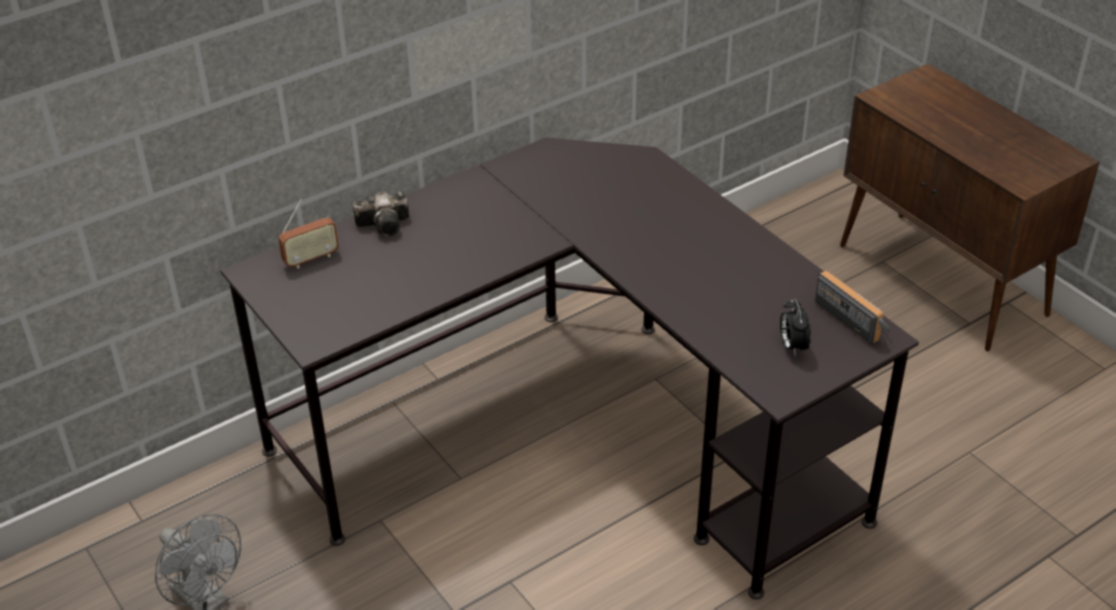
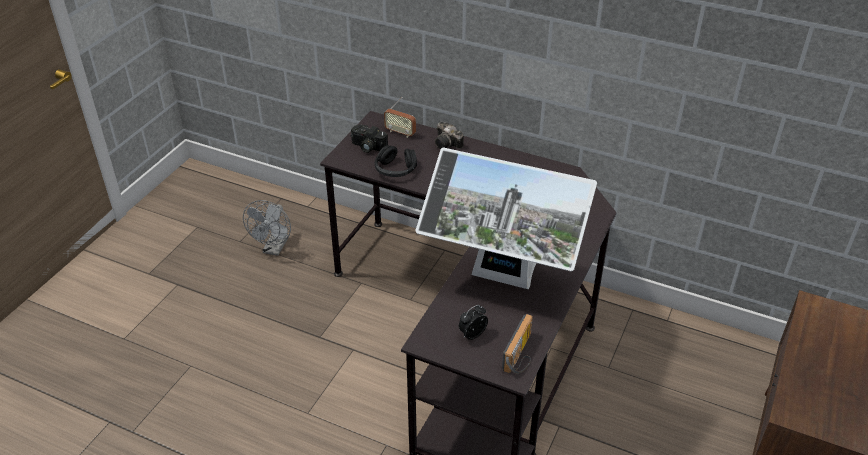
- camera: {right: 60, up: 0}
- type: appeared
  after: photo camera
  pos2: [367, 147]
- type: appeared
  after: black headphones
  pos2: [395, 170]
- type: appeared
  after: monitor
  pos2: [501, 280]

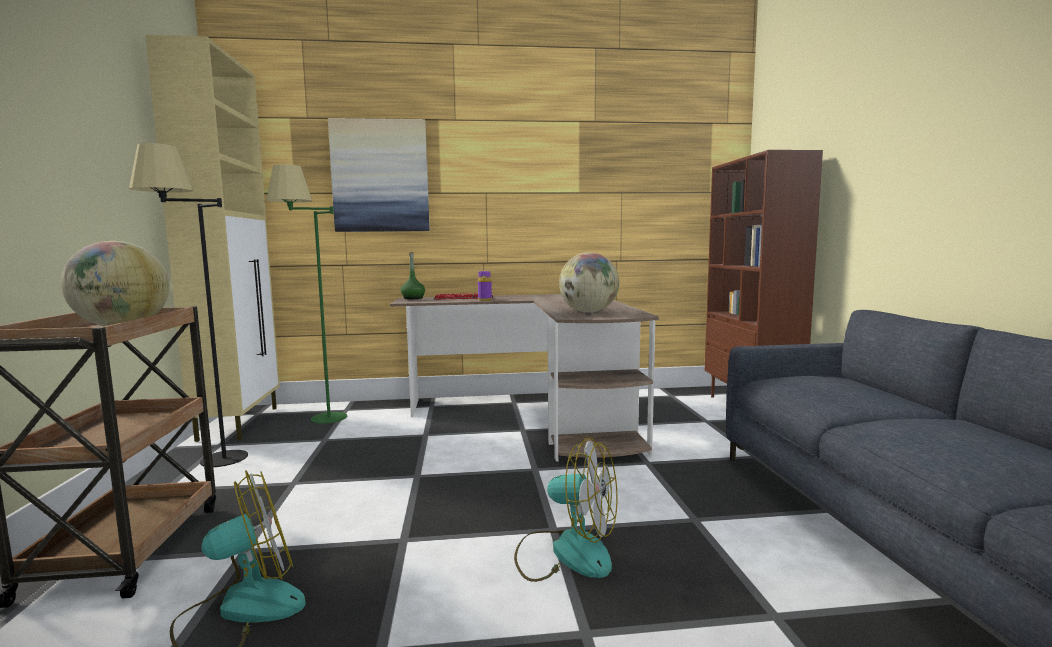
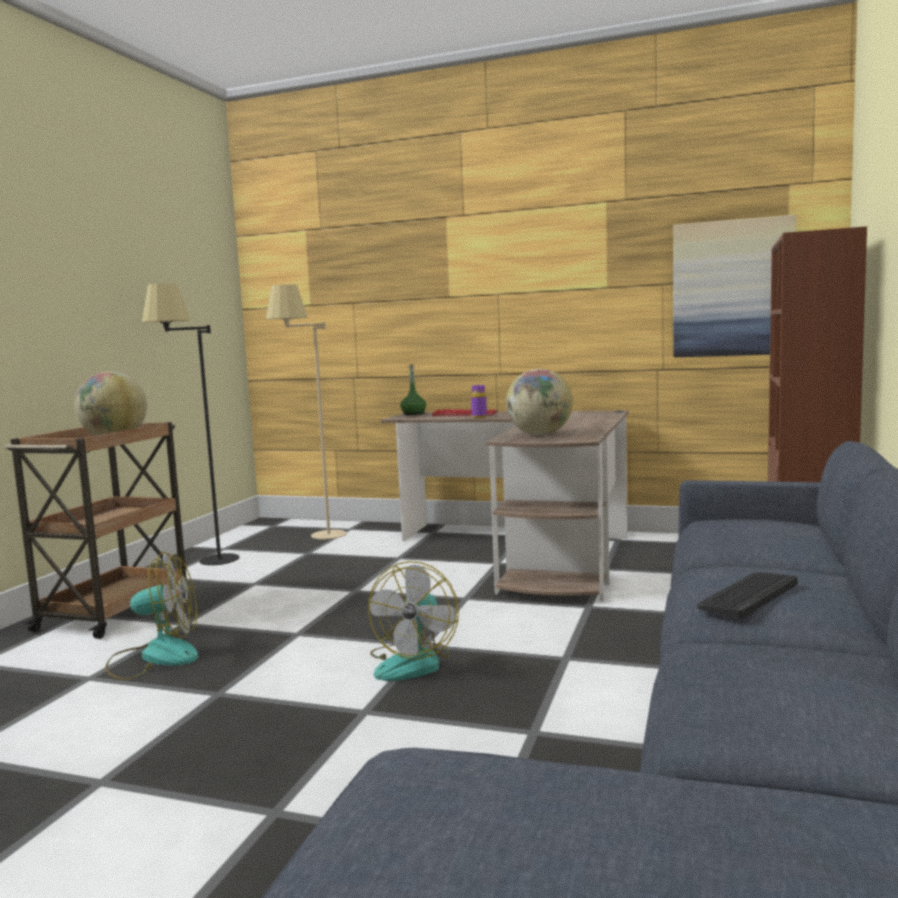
- camera: {right: 25, up: 0}
- type: colour
  before: green floor lamp
  after: beige floor lamp
  pos1: [318, 422]
  pos2: [315, 538]
- type: spun
  before: fan
  pos1: [566, 552]
  pos2: [414, 662]
  turn: 60
- type: relocated
  before: picture
  pos1: [380, 176]
  pos2: [732, 288]
- type: appeared
  after: keyboard
  pos2: [747, 595]
- type: missing
  before: beige cabinet
  pos1: [240, 423]

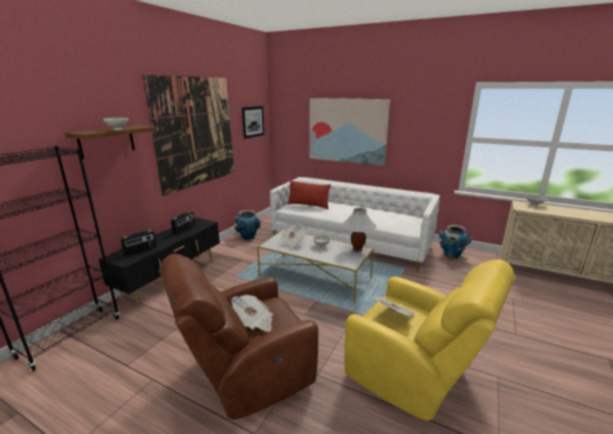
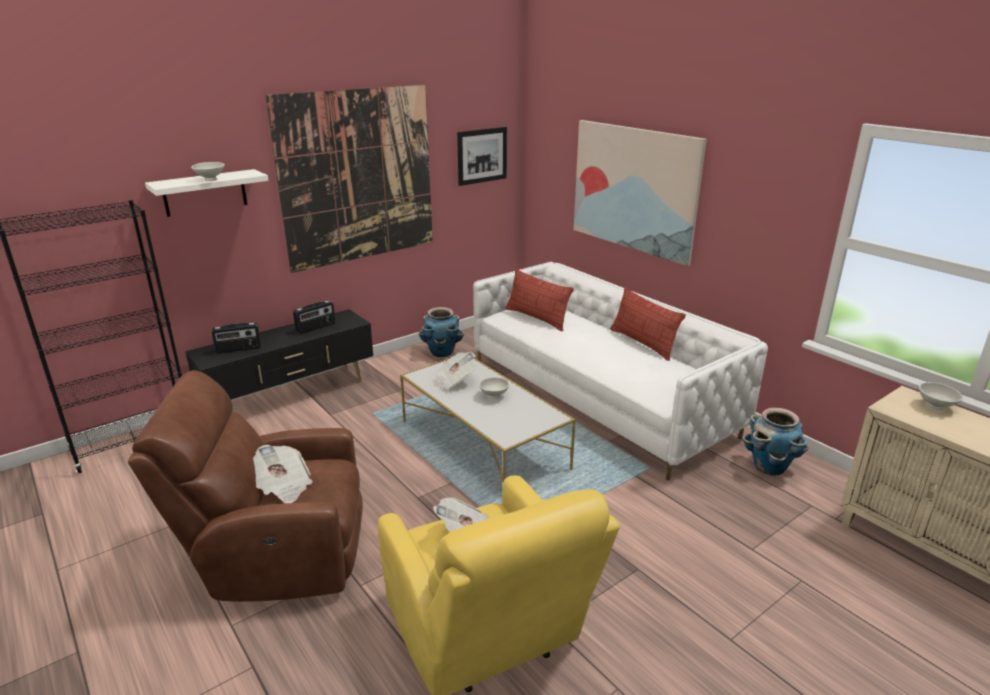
- camera: {right: 25, up: 5}
- type: colour
  before: brown shelf
  after: white shelf
  pos1: [107, 141]
  pos2: [205, 193]
- type: appeared
  after: pillow
  pos2: [643, 343]
- type: missing
  before: white table lamp
  pos1: [357, 250]

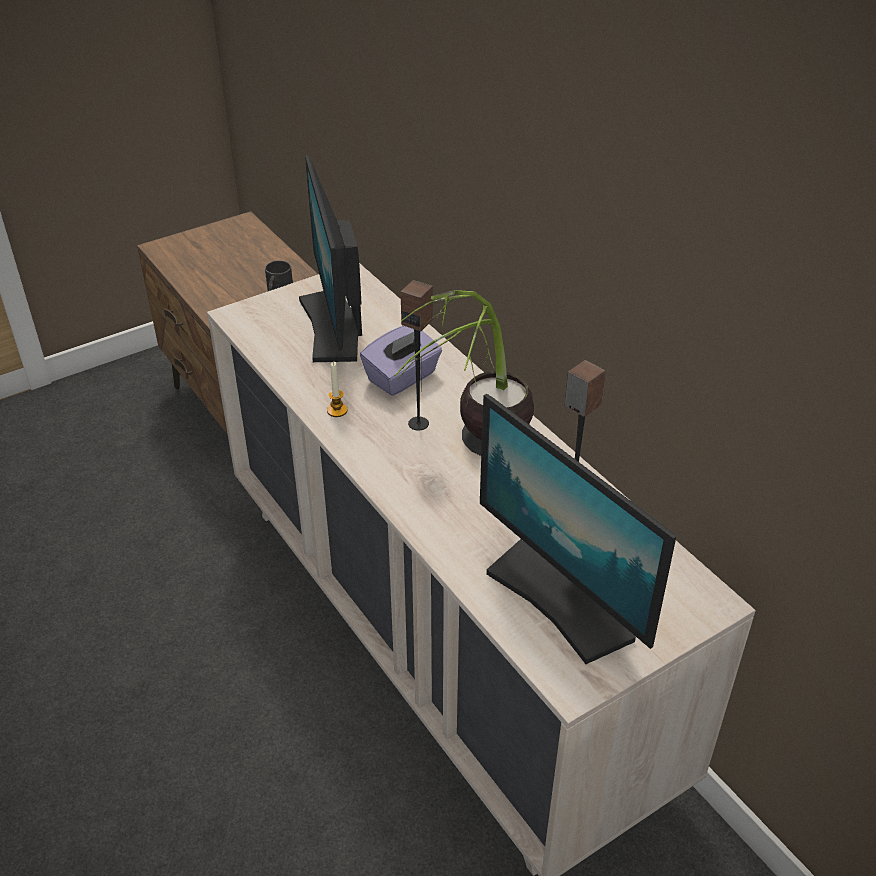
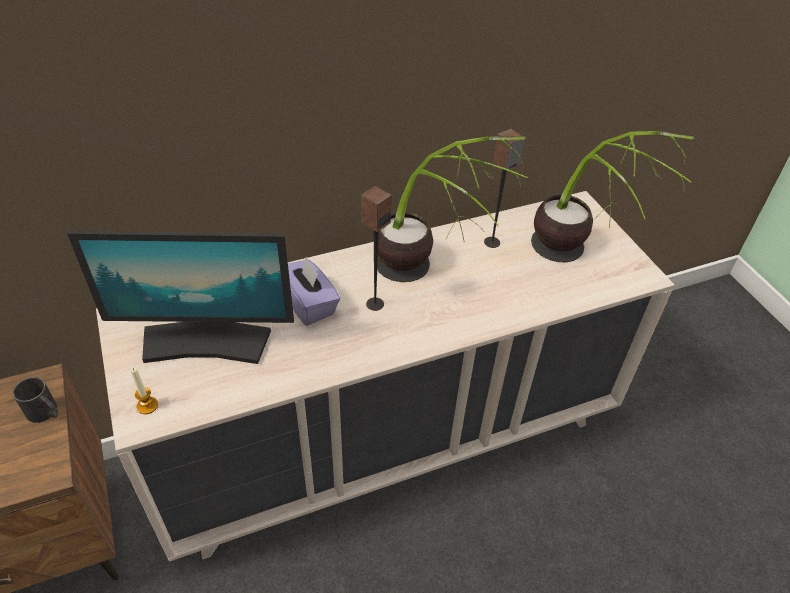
- camera: {right: -80, up: 5}
- type: relocated
  before: candle
  pos1: [337, 410]
  pos2: [147, 406]
- type: exchanged
  before: monitor
  after: potted plant
  pos1: [561, 599]
  pos2: [575, 265]

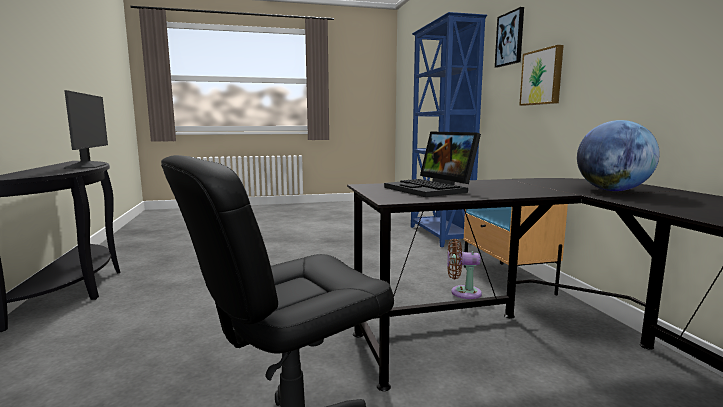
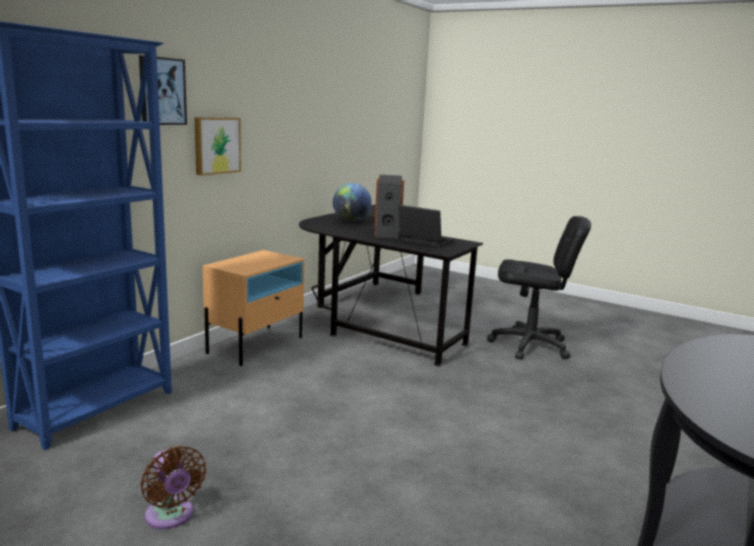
- camera: {right: -135, up: 5}
- type: relocated
  before: brown fan
  pos1: [462, 292]
  pos2: [171, 517]
- type: appeared
  after: speaker
  pos2: [387, 233]
- type: spun
  before: laptop
  pos1: [432, 189]
  pos2: [423, 241]
  turn: -75
- type: missing
  before: monitor
  pos1: [87, 166]

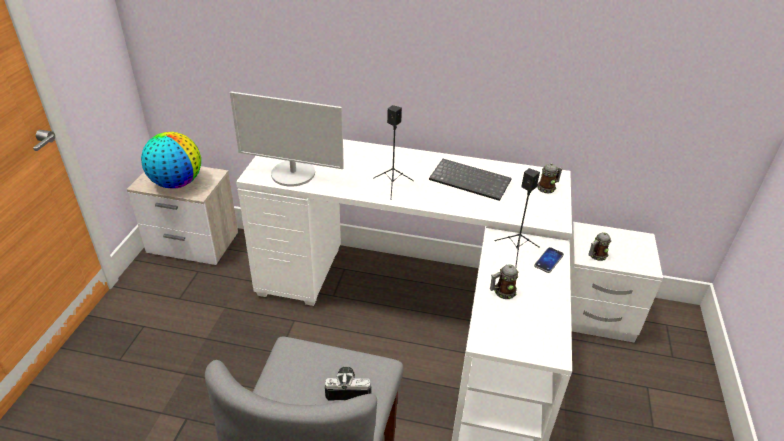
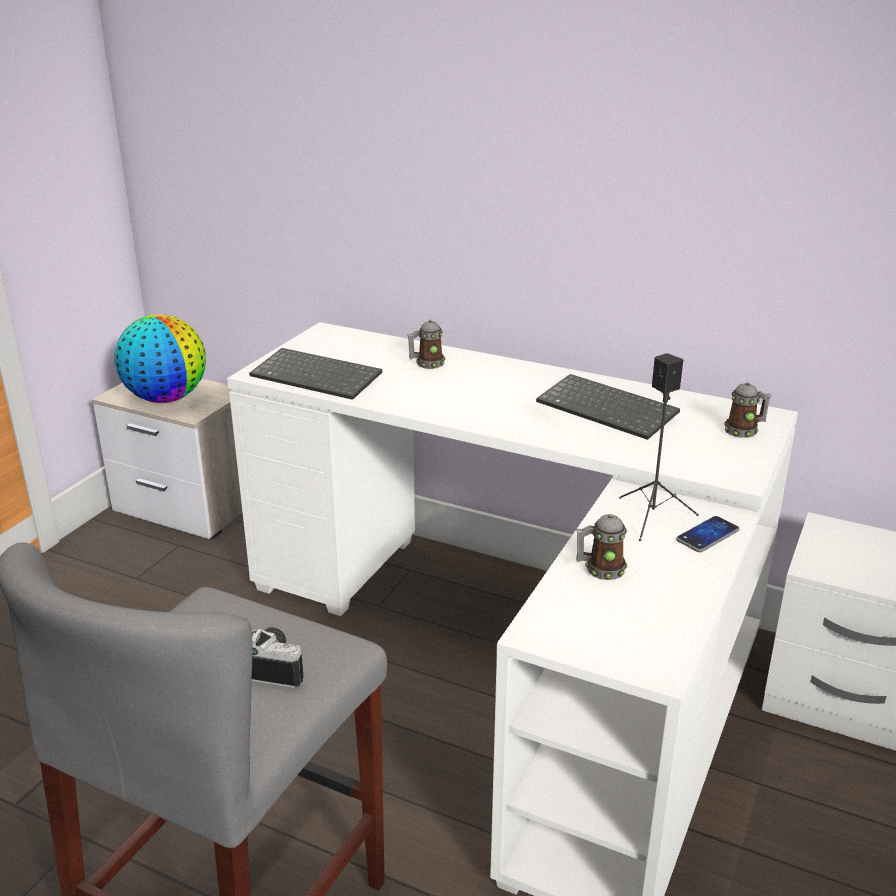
- camera: {right: 15, up: -10}
- type: exchanged
  before: monitor
  after: keyboard
  pos1: [293, 174]
  pos2: [318, 376]
- type: relocated
  before: mug
  pos1: [596, 256]
  pos2: [426, 364]
- type: missing
  before: black speaker
  pos1: [393, 185]

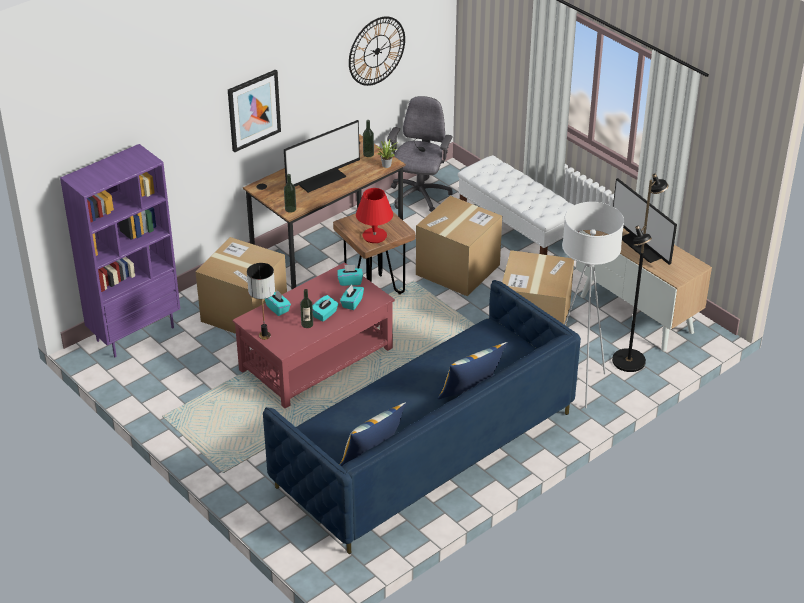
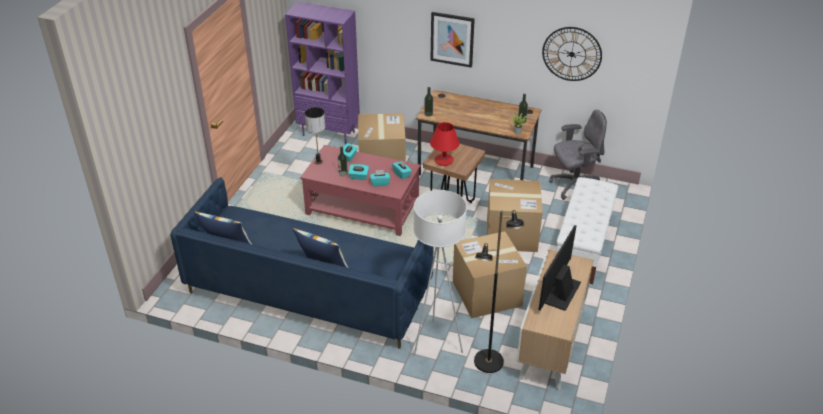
- camera: {right: 60, up: 0}
- type: missing
  before: monitor
  pos1: [320, 179]

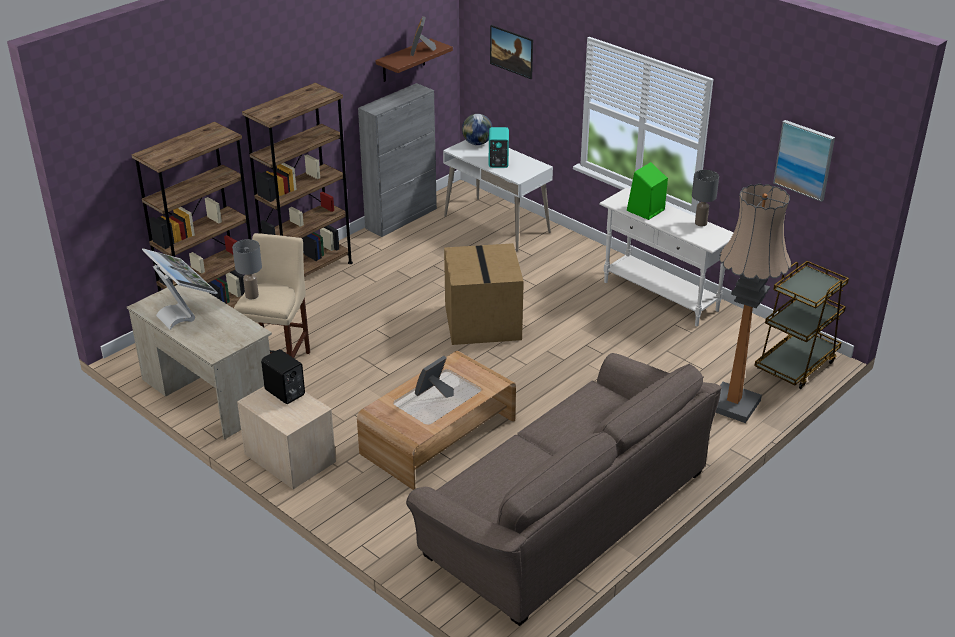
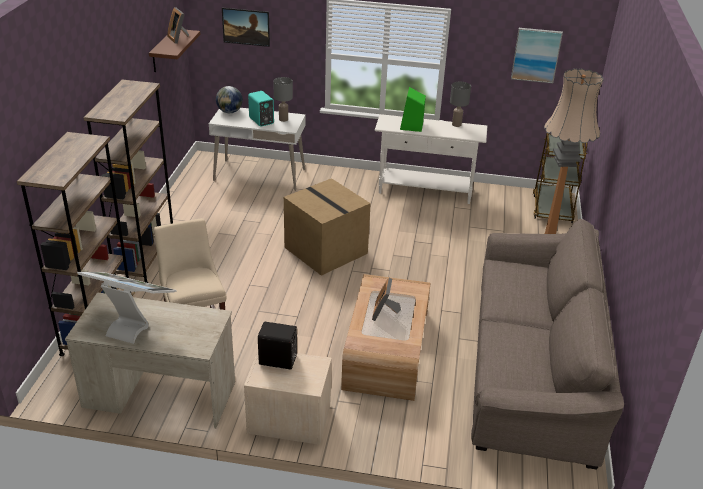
- camera: {right: -35, up: 0}
- type: relocated
  before: grey table lamp
  pos1: [252, 296]
  pos2: [283, 119]
- type: missing
  before: grey cabinet
  pos1: [401, 218]

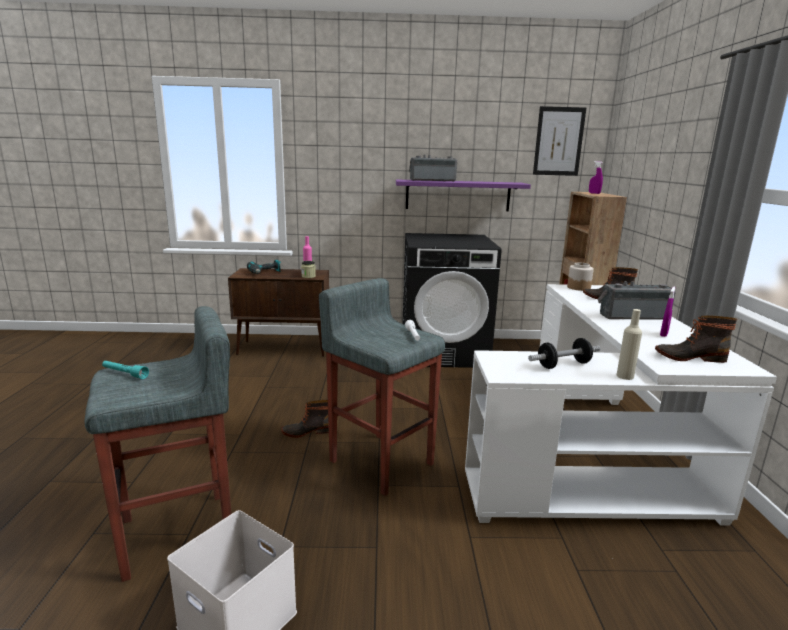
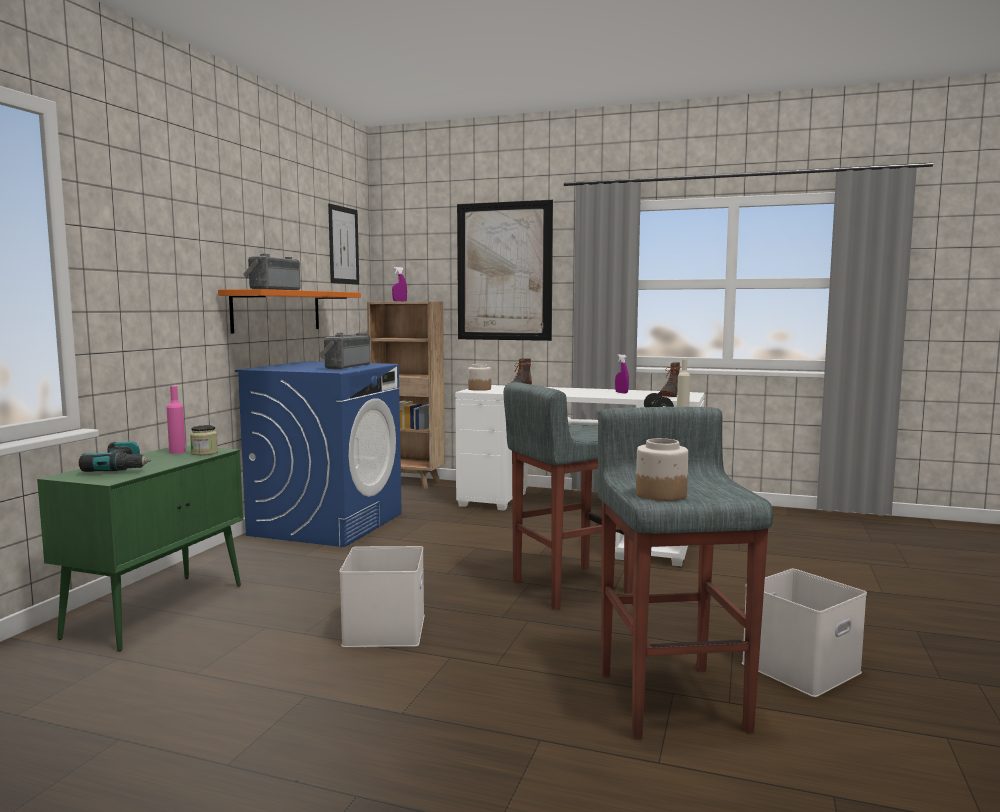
- camera: {right: -70, up: -10}
- type: colour
  before: brown cabinet
  after: green cabinet
  pos1: [284, 349]
  pos2: [158, 609]
- type: colour
  before: purple shelf
  after: orange shelf
  pos1: [458, 195]
  pos2: [277, 311]
- type: colour
  before: black washing machine
  after: blue washing machine
  pos1: [444, 352]
  pos2: [327, 524]
- type: relocated
  before: radio
  pos1: [632, 316]
  pos2: [345, 366]
- type: appeared
  after: white storage box
  pos2: [383, 629]
- type: appeared
  after: picture
  pos2: [504, 271]
- type: exchanged
  before: turquoise flashlight
  after: jar
  pos1: [125, 374]
  pos2: [660, 494]
- type: missing
  before: boot
  pos1: [307, 431]

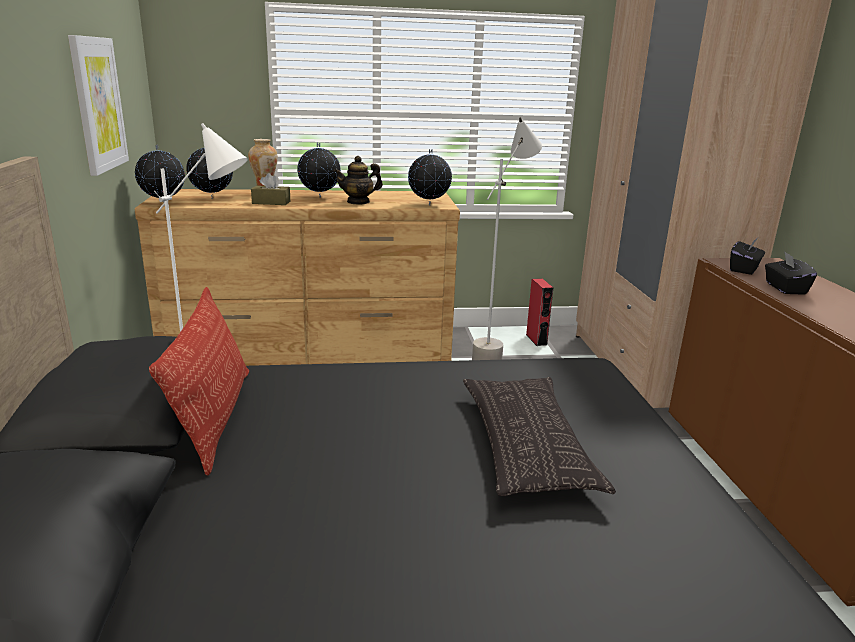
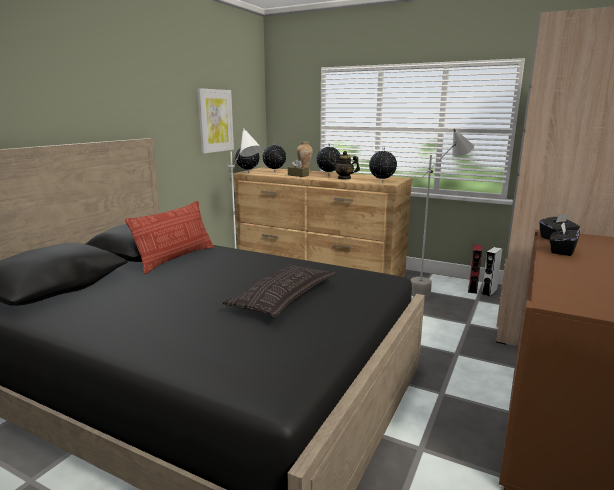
- camera: {right: 35, up: -5}
- type: appeared
  after: white speaker
  pos2: [489, 292]

